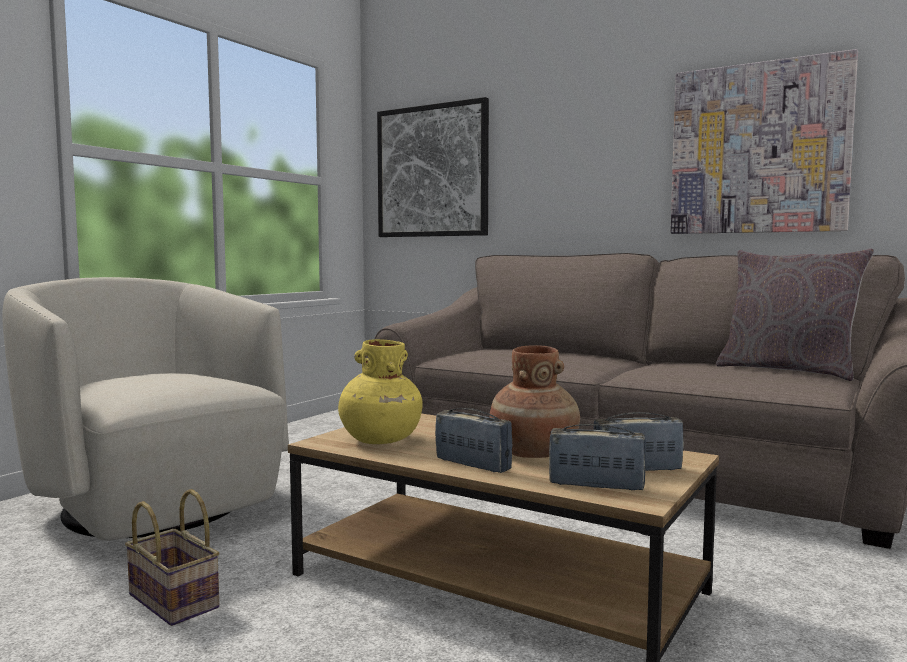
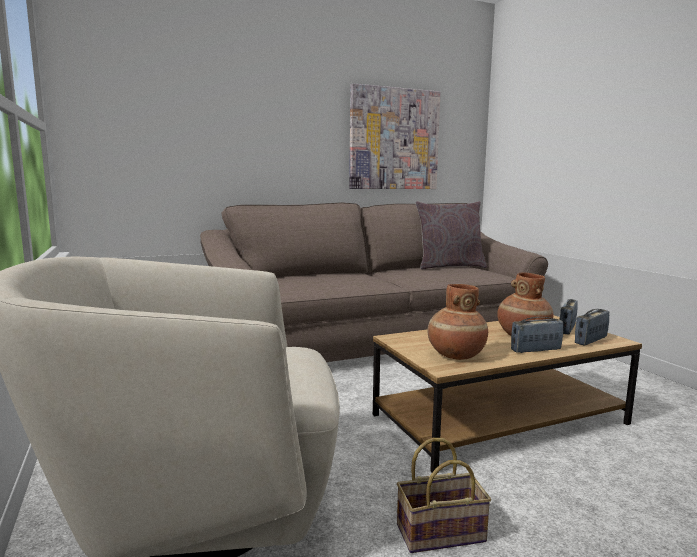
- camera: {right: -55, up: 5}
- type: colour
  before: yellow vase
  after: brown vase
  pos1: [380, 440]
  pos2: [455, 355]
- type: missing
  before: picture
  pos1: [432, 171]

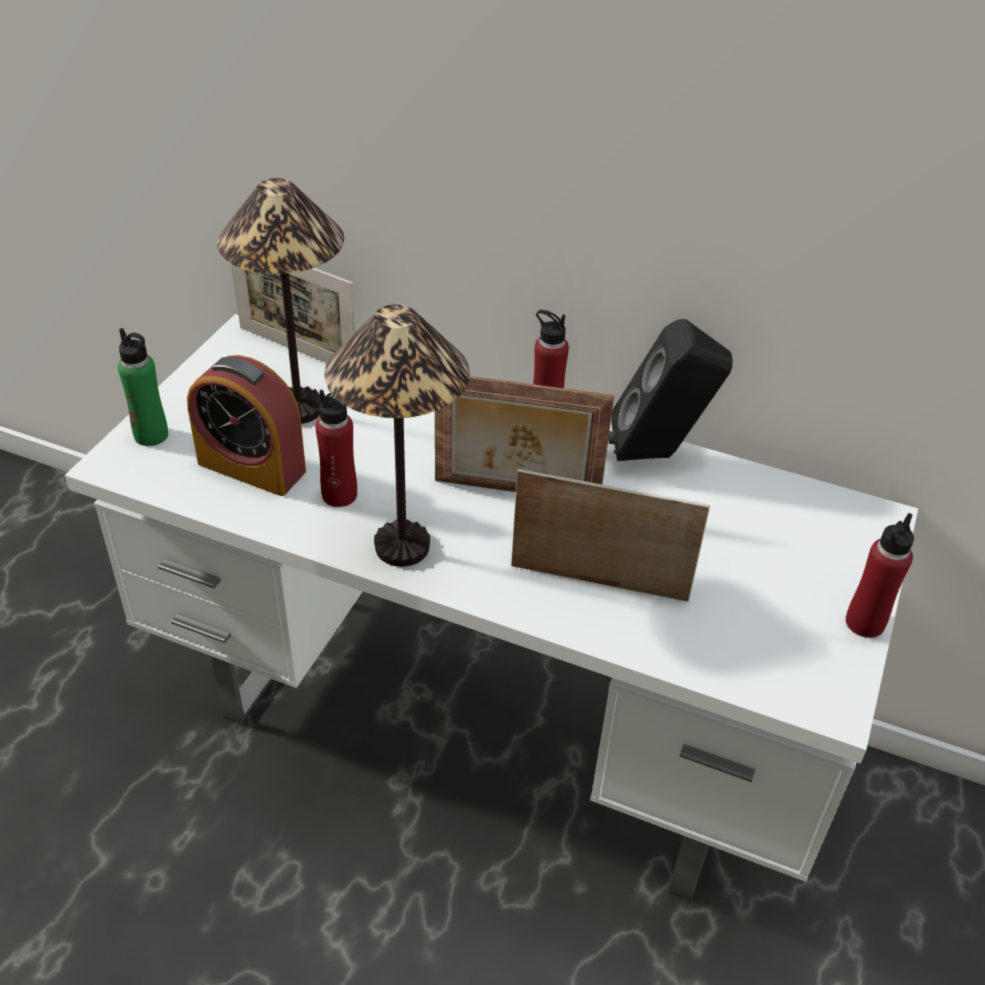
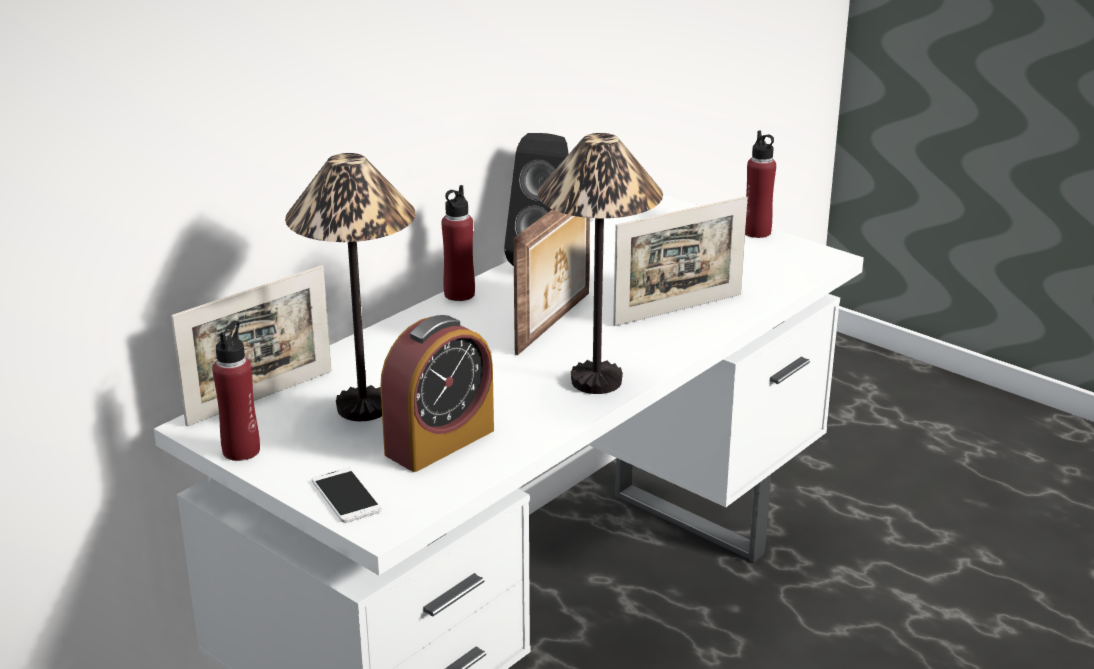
- camera: {right: -70, up: -15}
- type: relocated
  before: red bottle
  pos1: [339, 495]
  pos2: [241, 450]
- type: exchanged
  before: green bottle
  after: phone
  pos1: [151, 435]
  pos2: [346, 496]
- type: spun
  before: picture frame
  pos1: [598, 582]
  pos2: [678, 309]
  turn: -150

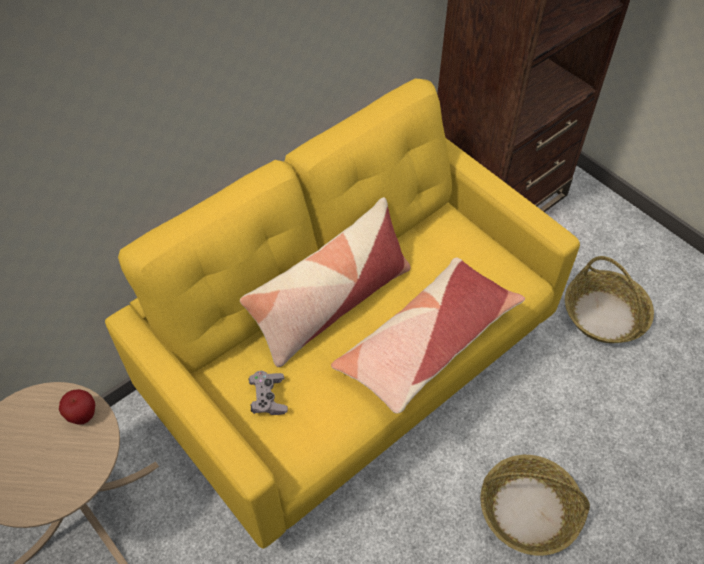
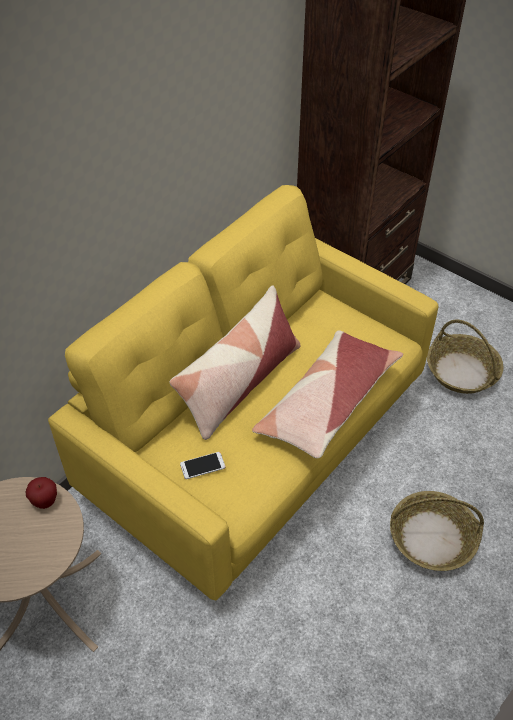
- camera: {right: -10, up: -5}
- type: exchanged
  before: grey game controller
  after: phone
  pos1: [268, 398]
  pos2: [202, 465]

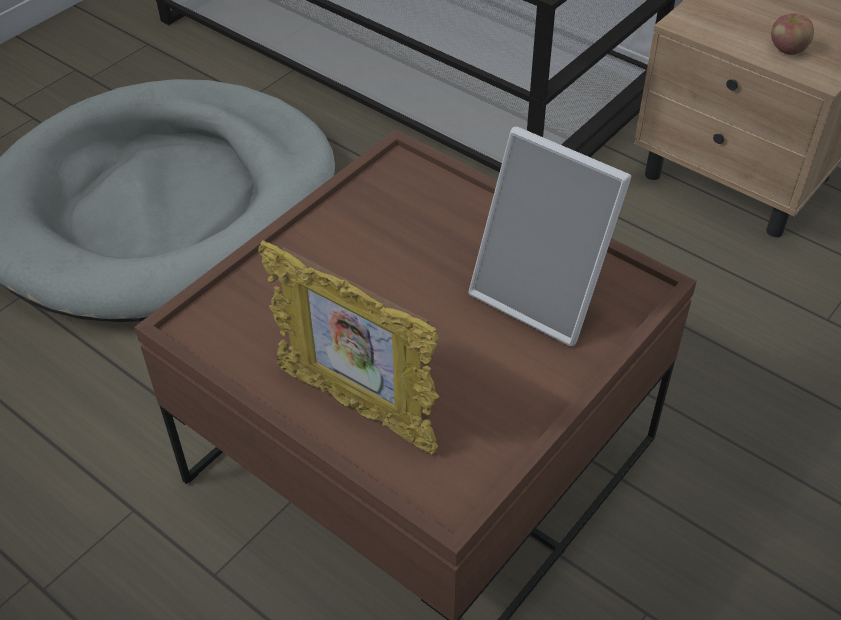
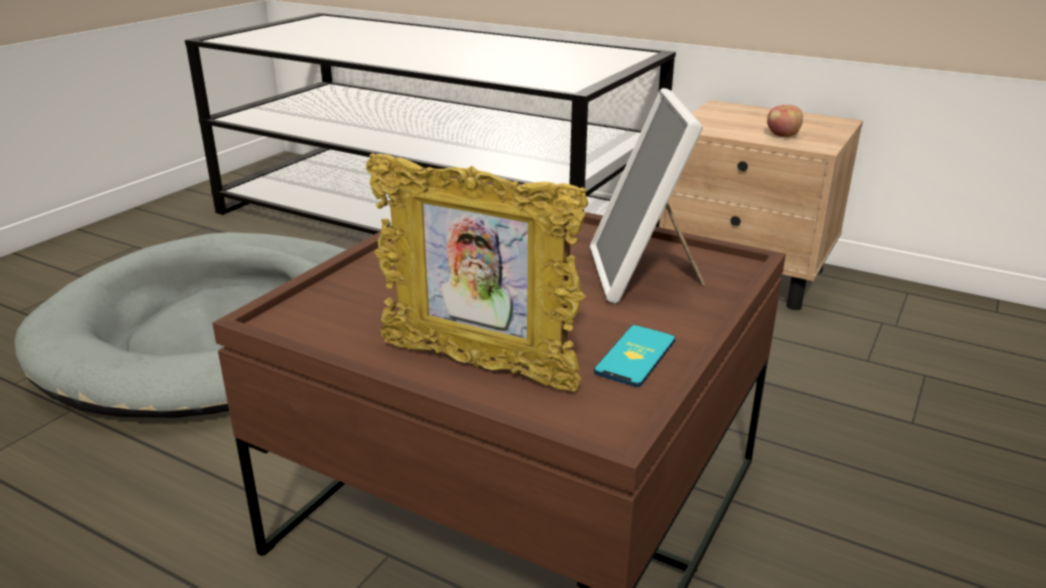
- camera: {right: -10, up: -20}
- type: spun
  before: picture frame
  pos1: [543, 295]
  pos2: [643, 275]
  turn: 60
- type: appeared
  after: phone
  pos2: [635, 356]

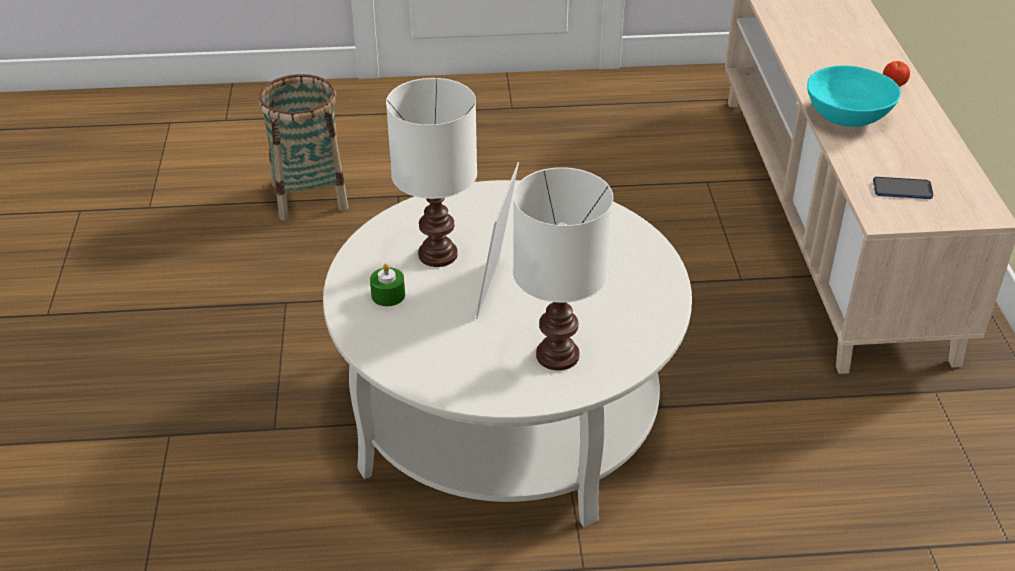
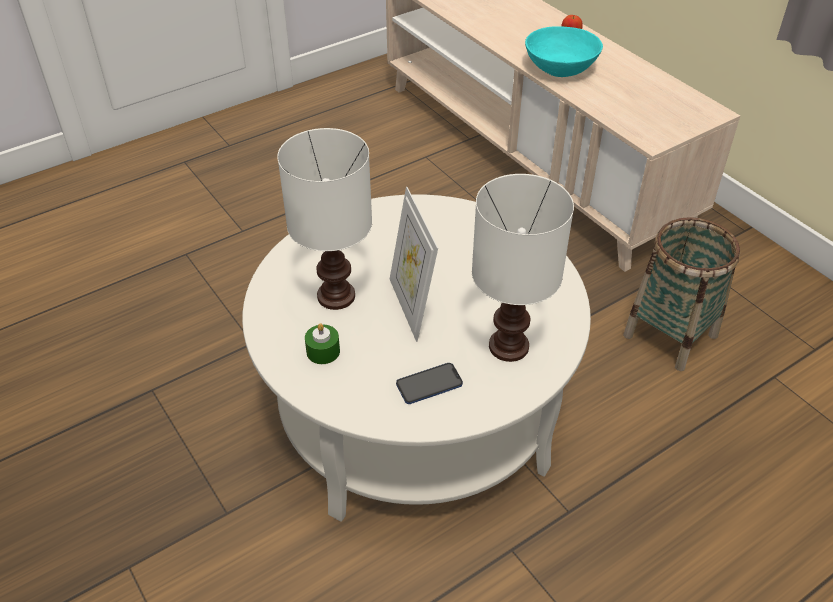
- camera: {right: -30, up: 5}
- type: relocated
  before: phone
  pos1: [902, 189]
  pos2: [429, 384]
- type: relocated
  before: basket
  pos1: [310, 196]
  pos2: [670, 335]

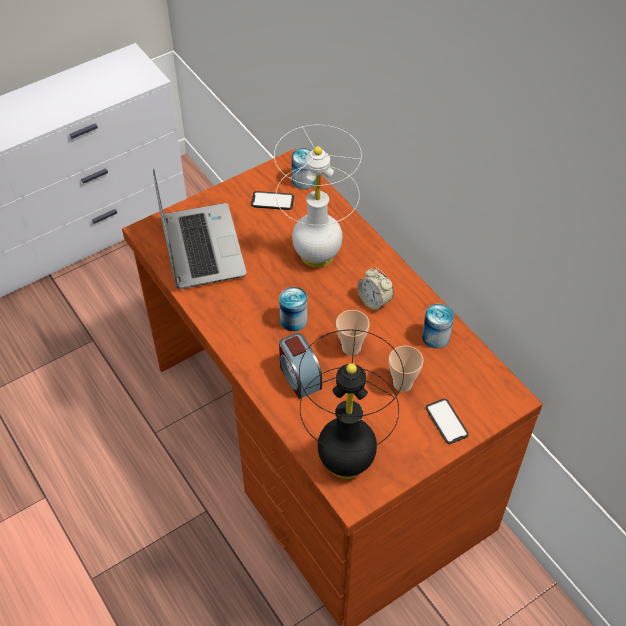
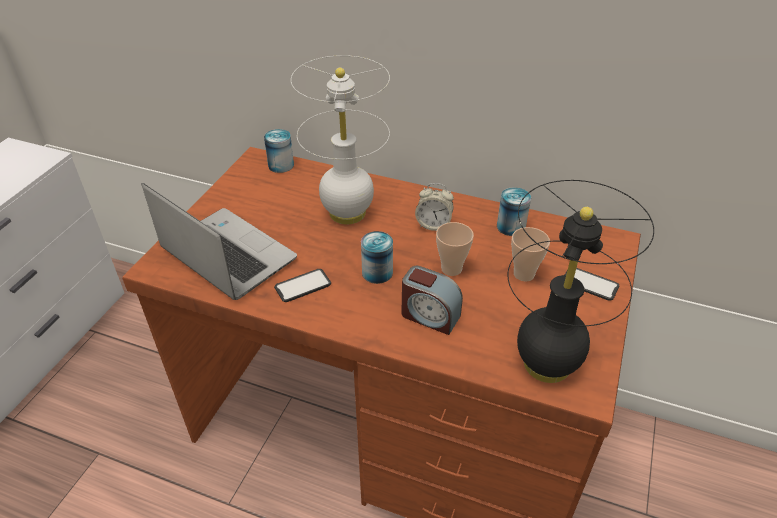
- camera: {right: -35, up: -10}
- type: relocated
  before: phone
  pos1: [272, 201]
  pos2: [303, 286]

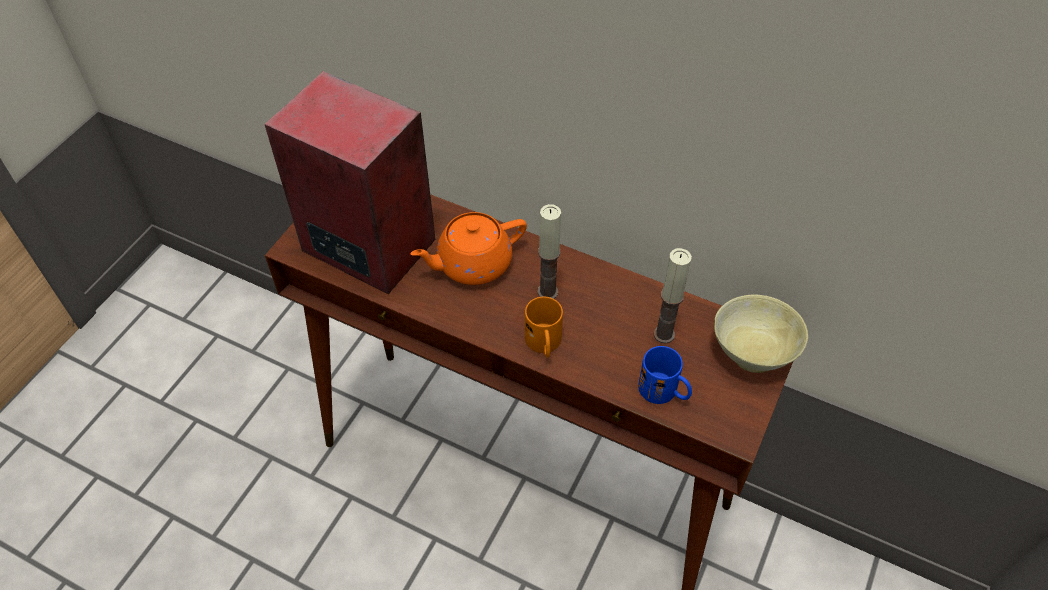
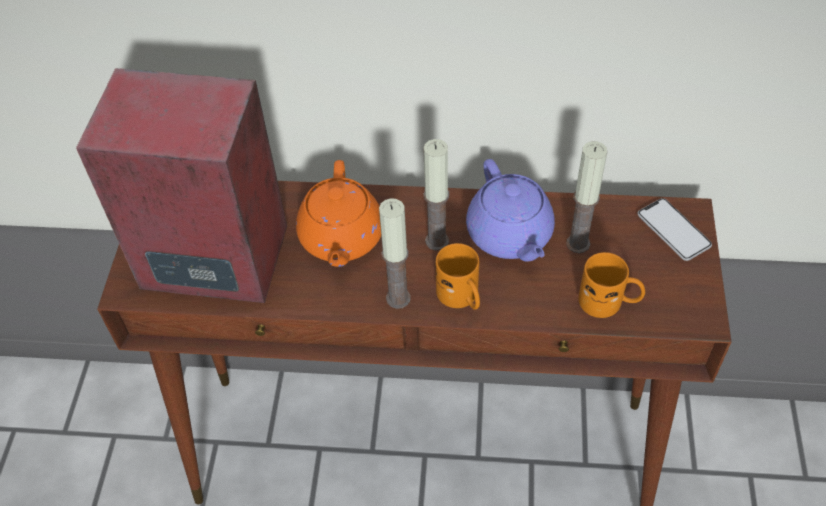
- camera: {right: -20, up: 0}
- type: spun
  before: orange teapot
  pos1: [472, 264]
  pos2: [341, 238]
  turn: -45
- type: appeared
  after: candle
  pos2: [398, 298]
- type: appeared
  after: purple teapot
  pos2: [510, 235]
- type: colour
  before: blue mug
  after: orange mug
  pos1: [664, 392]
  pos2: [609, 302]
- type: exchanged
  before: beige bowl
  after: phone
  pos1: [753, 352]
  pos2: [673, 230]

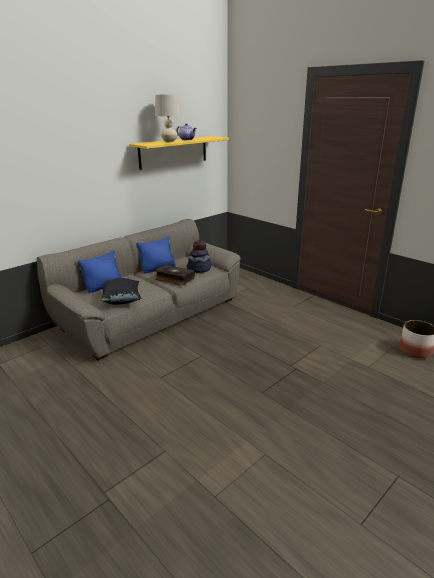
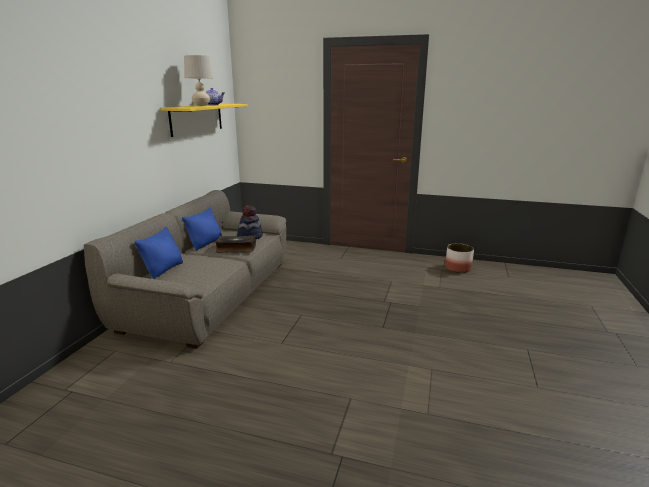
- camera: {right: -30, up: -5}
- type: missing
  before: black pillow
  pos1: [122, 300]

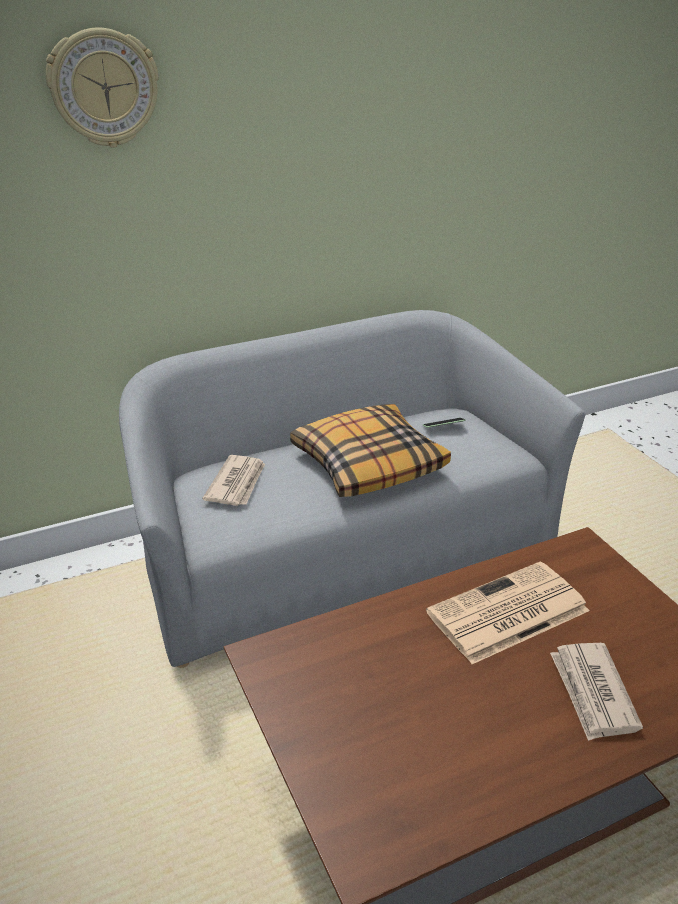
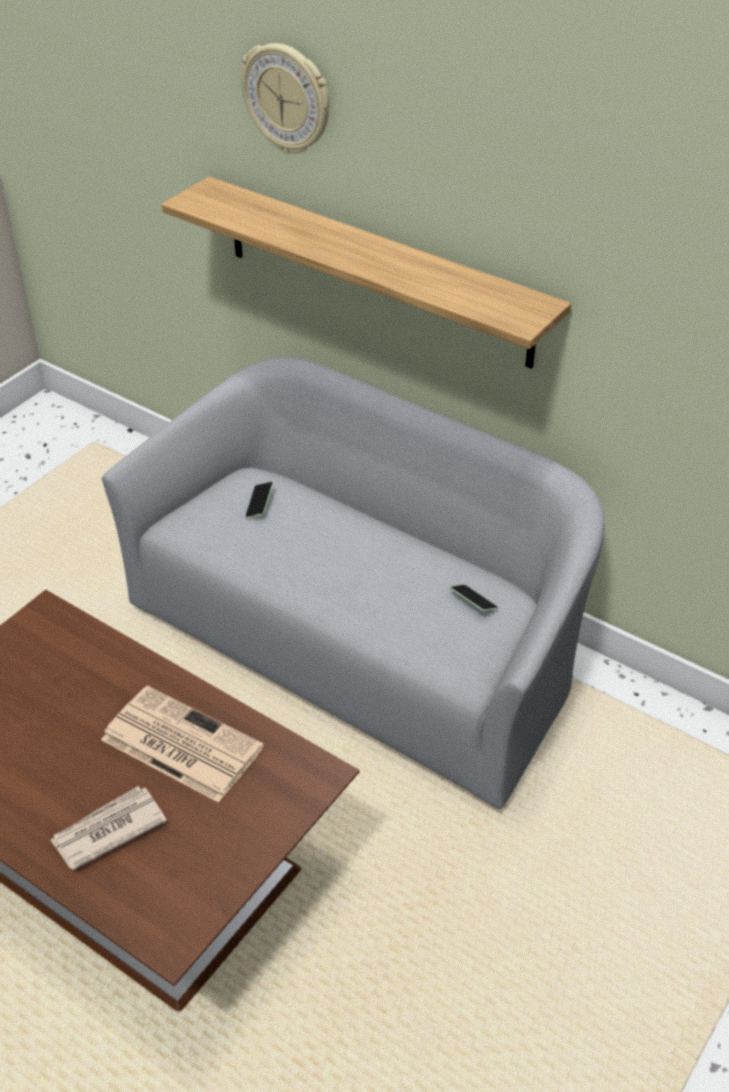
- camera: {right: 60, up: 10}
- type: appeared
  after: shelf
  pos2: [376, 271]
- type: exchanged
  before: newspaper
  after: phone
  pos1: [237, 483]
  pos2: [260, 504]
- type: missing
  before: pillow
  pos1: [368, 463]

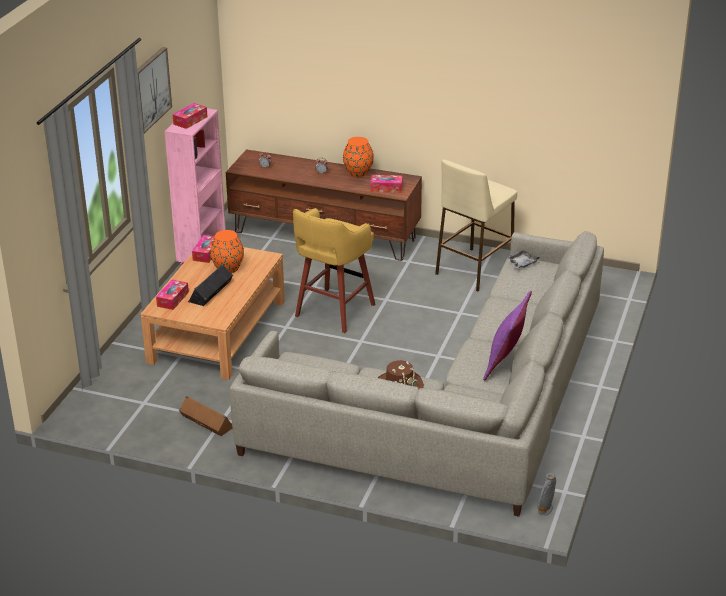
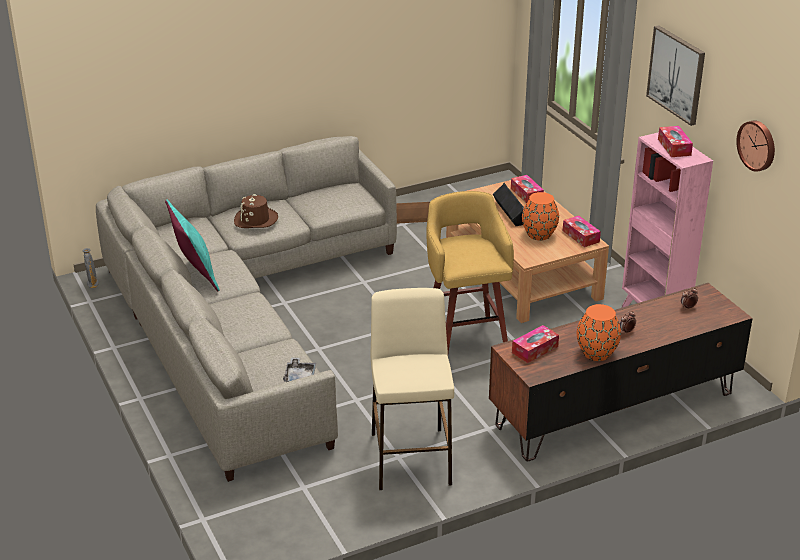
- camera: {right: 135, up: 0}
- type: colour
  before: purple pillow
  after: turquoise pillow
  pos1: [505, 363]
  pos2: [195, 275]
- type: appeared
  after: wall clock
  pos2: [757, 145]

